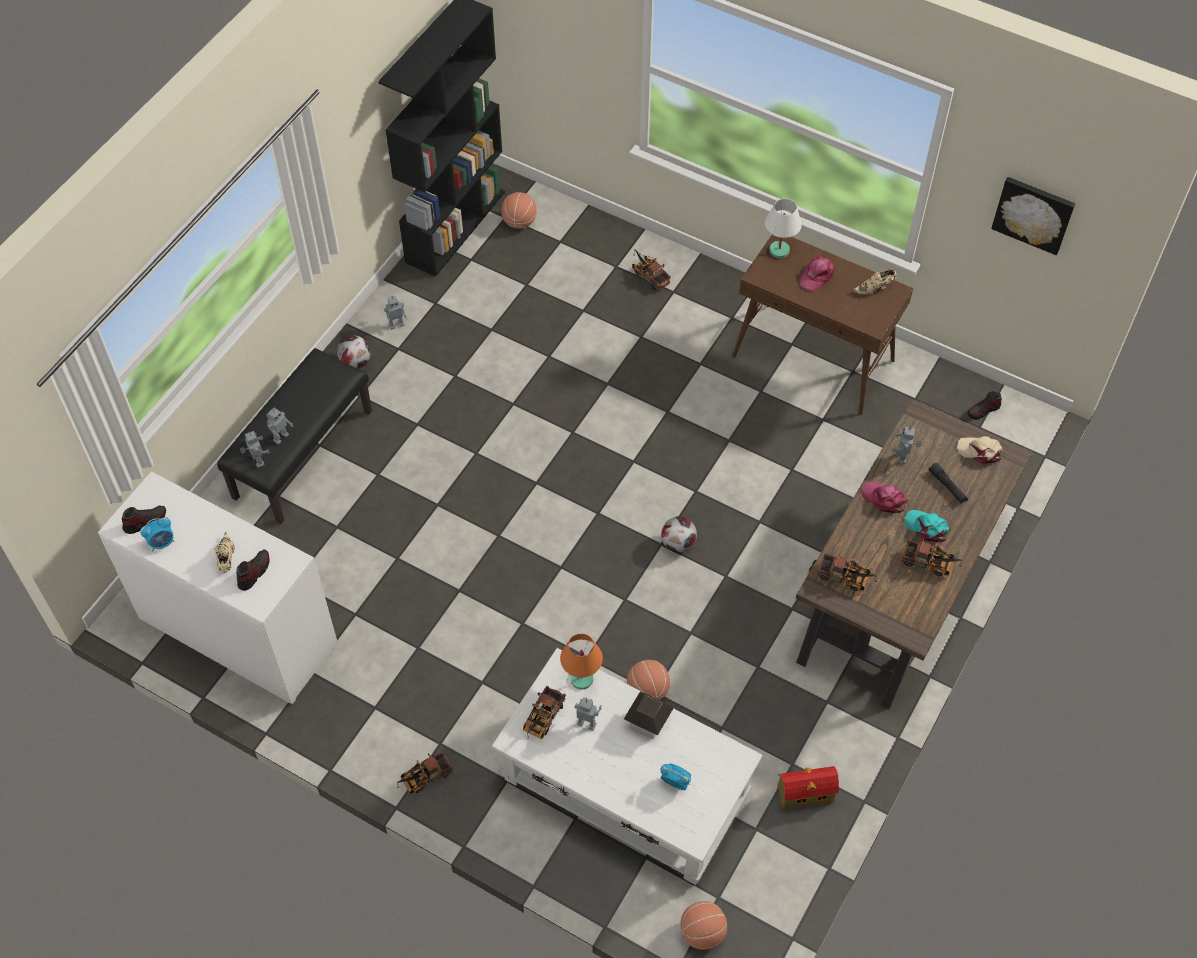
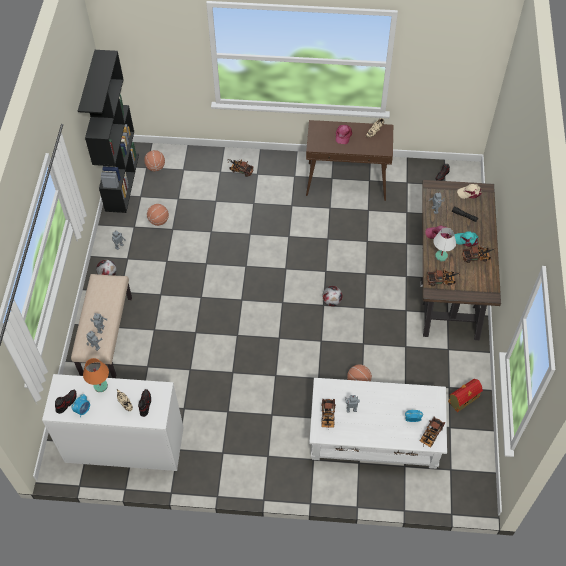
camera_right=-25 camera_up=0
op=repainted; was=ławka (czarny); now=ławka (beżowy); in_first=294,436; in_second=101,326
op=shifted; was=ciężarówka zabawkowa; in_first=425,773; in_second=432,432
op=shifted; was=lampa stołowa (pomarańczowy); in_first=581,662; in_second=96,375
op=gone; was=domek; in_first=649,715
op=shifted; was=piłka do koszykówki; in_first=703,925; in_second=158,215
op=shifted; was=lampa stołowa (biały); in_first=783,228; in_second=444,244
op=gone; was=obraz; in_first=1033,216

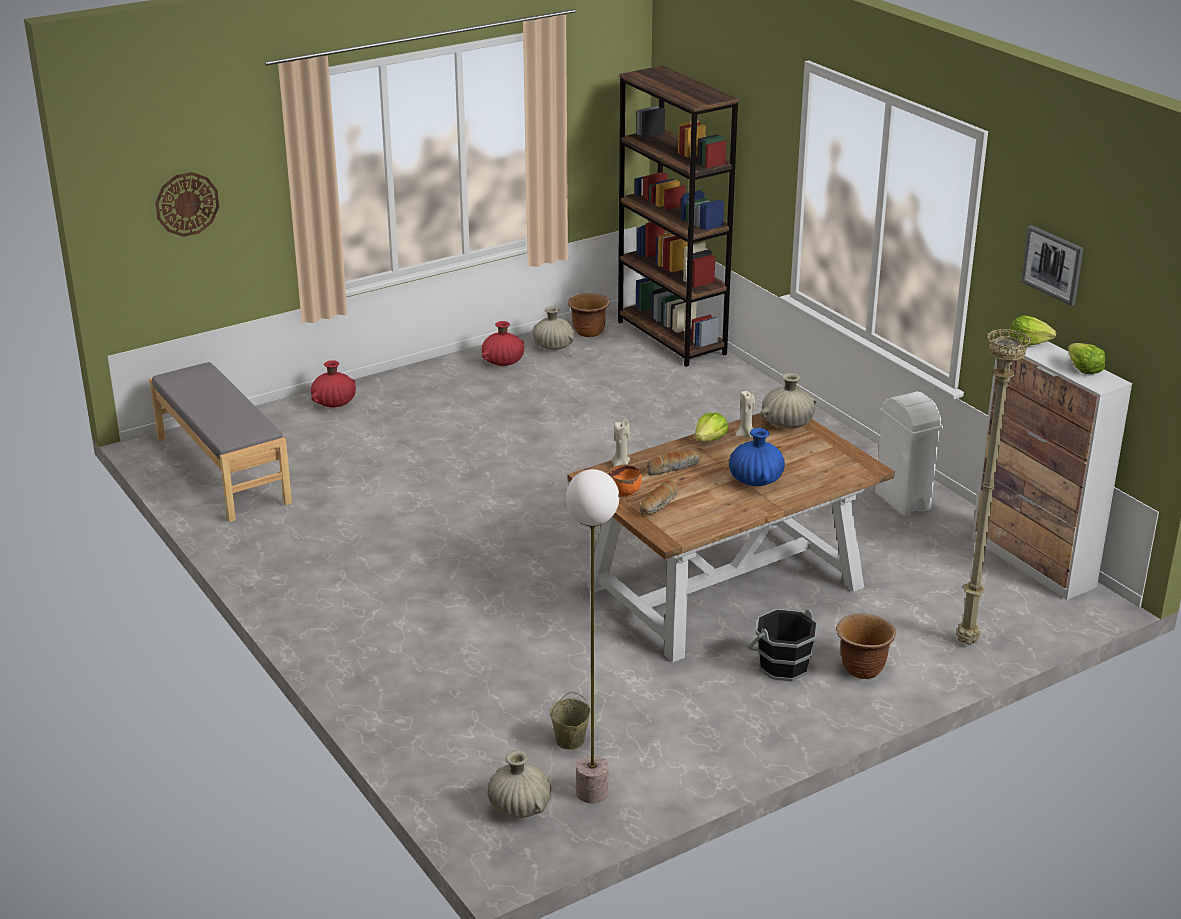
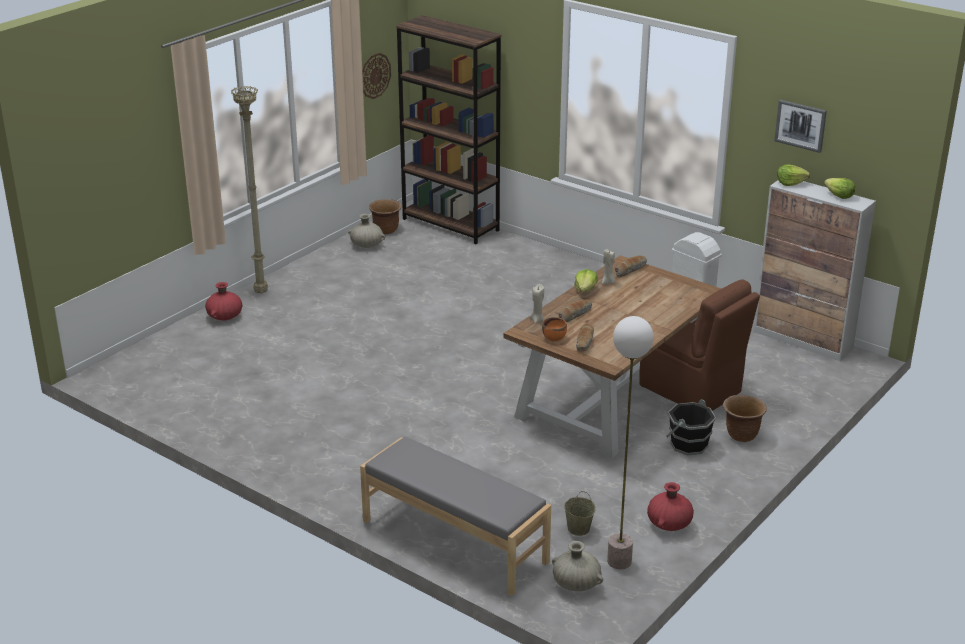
camera_right=-20 camera_up=0
op=shifted; was=ławka (szary); in_first=220,442; in_second=455,516
op=shifted; was=zegar ścienny; in_first=187,204; in_second=376,76
op=shifted; was=wazon (czerwony); in_first=503,343; in_second=670,506
op=gone; was=wazon (niebieski); in_first=757,457
op=swapped; was=wazon (beżowy); now=chleb; in_first=788,401; in_second=631,266
op=shifted; was=lampa stojąca (beżowy); in_first=993,486; in_second=249,190
op=new; now=krzesło (brązowy); in_second=699,345

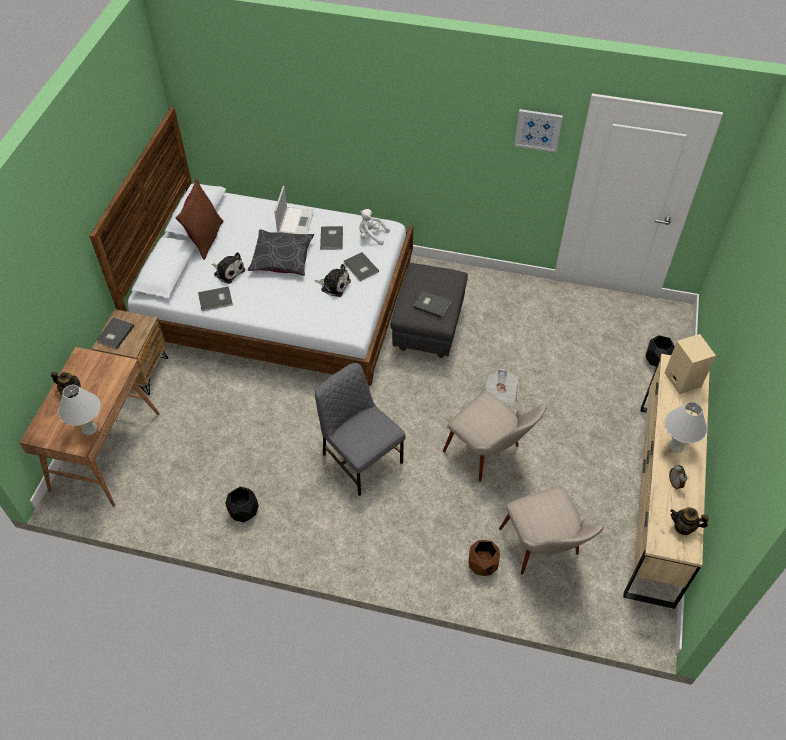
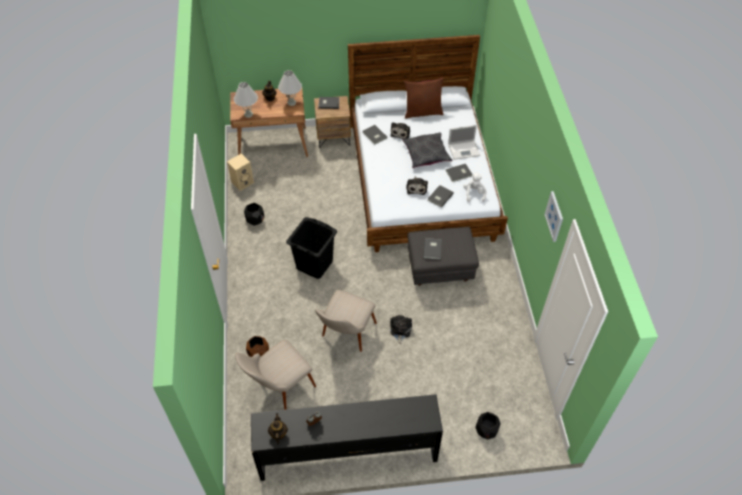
camera_right=70 camera_up=0
op=swapped; was=krzesło (szary); now=kosz na pranie (czarny); in_first=360,429; in_second=311,248
op=swapped; was=gazeta; now=pluszak; in_first=502,388; in_second=401,329
op=repainted; was=komoda (beżowy); now=komoda (czarny); in_first=666,481; in_second=347,437
op=shifted; was=głośnik (beżowy); in_first=690,364; in_second=240,172
op=shifted; was=lampa stołowa (biały); in_first=686,427; in_second=290,88

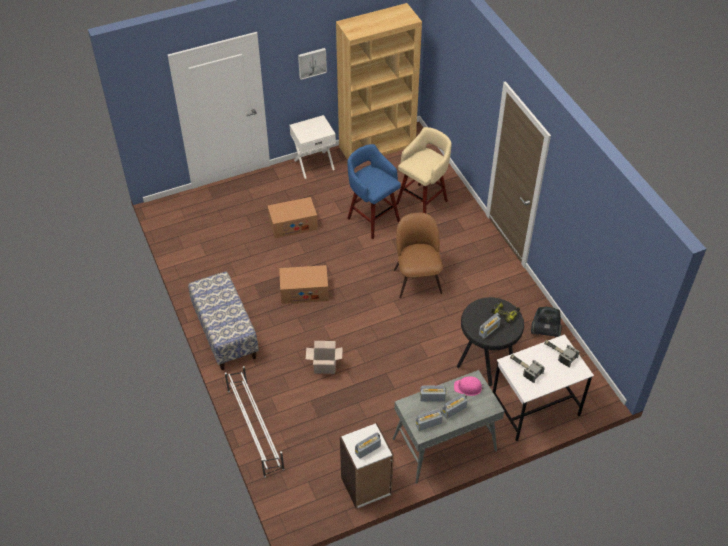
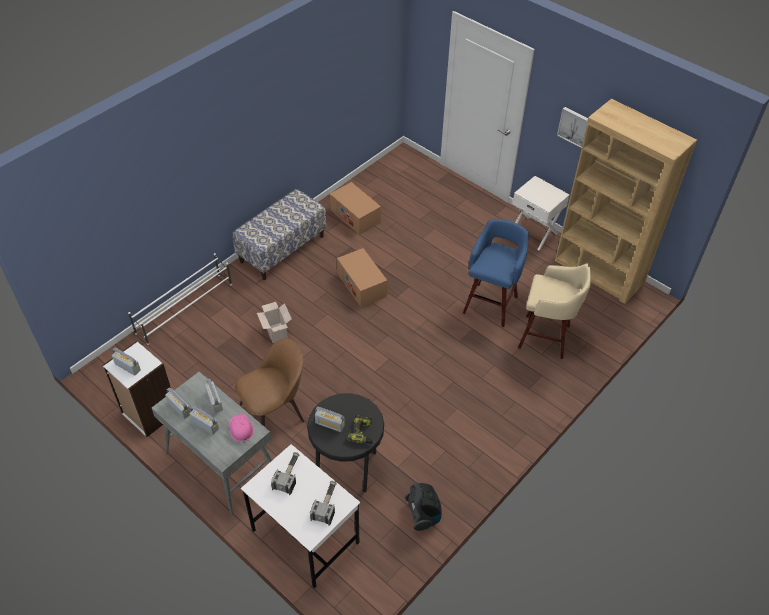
camera_right=65 camera_up=0
op=shifted; was=karton; in_first=293,217; in_second=355,208
op=shifted; was=krzesło (brązowy); in_first=418,255; in_second=269,382

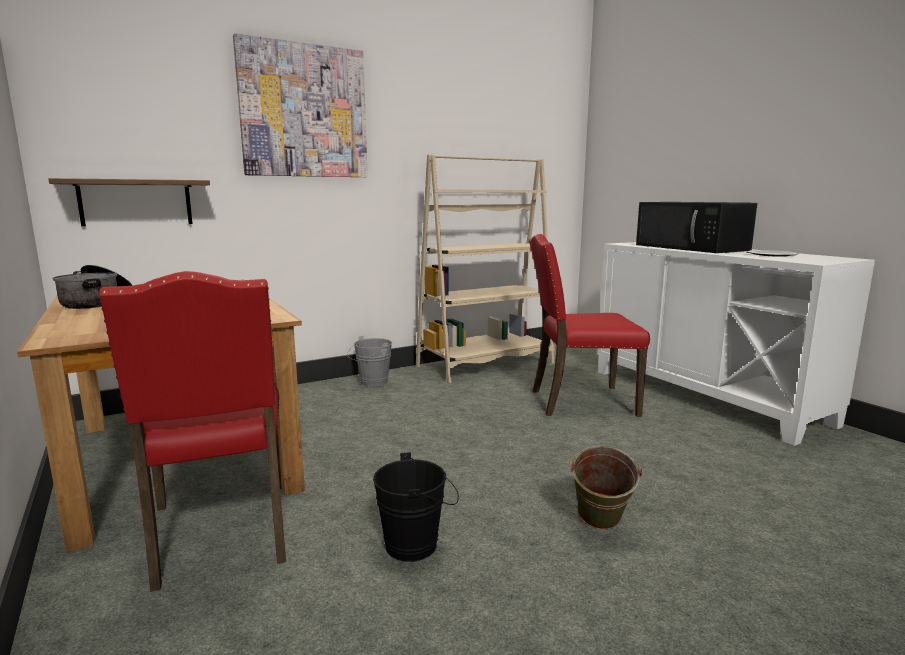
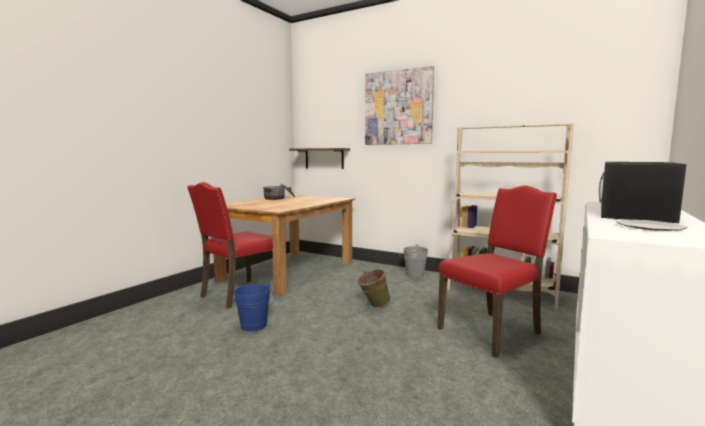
camera_right=60 camera_up=-5
op=repainted; was=wiadro (czarny); now=wiadro (niebieski); in_first=416,507; in_second=254,307
op=rotated; was=krzesło (czerwony); in_first=589,325; in_second=497,271; clockwise=90
op=shifted; was=wiadro (zielony); in_first=606,487; in_second=374,288

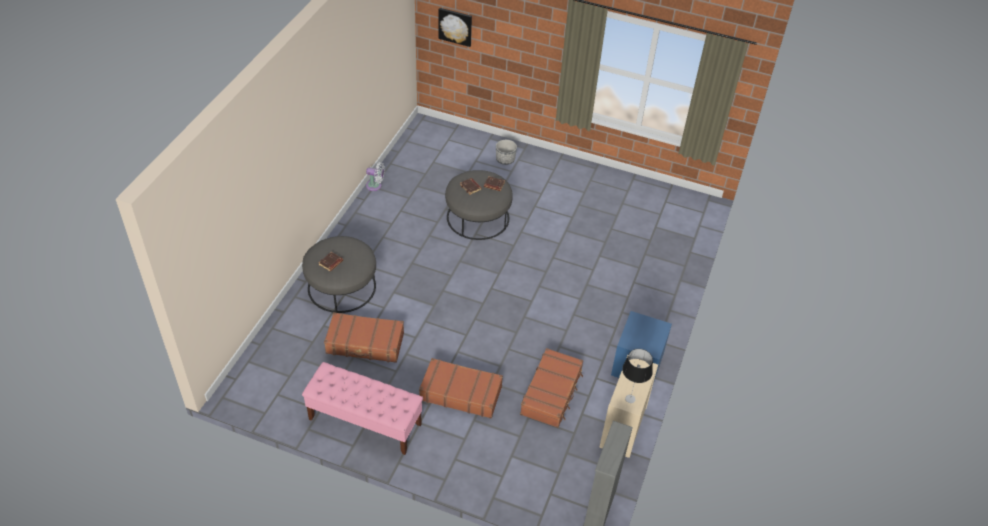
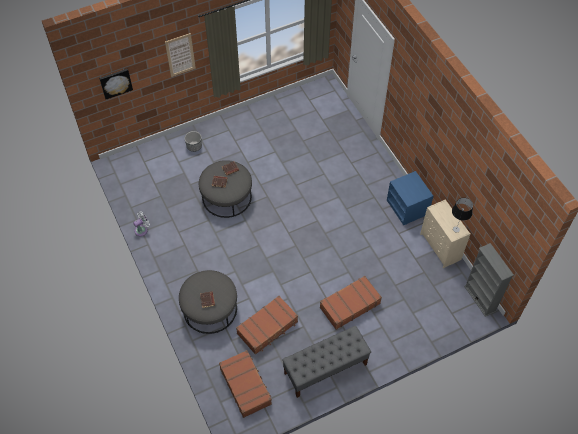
camera_right=-45 camera_up=10
op=repainted; was=ławka (różowy); now=ławka (szary); in_first=362,408; in_second=326,362
op=shifted; was=walizka (brązowy); in_first=551,388; in_second=245,384
op=new; now=obraz; in_second=180,55

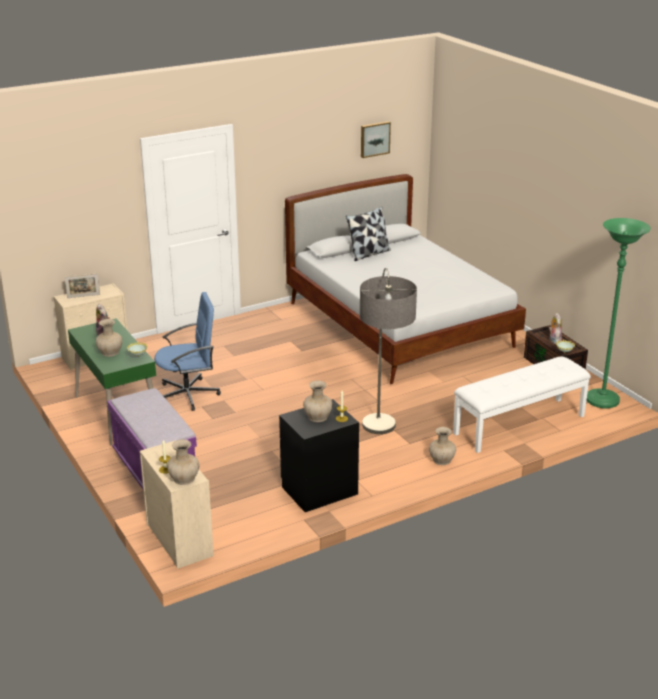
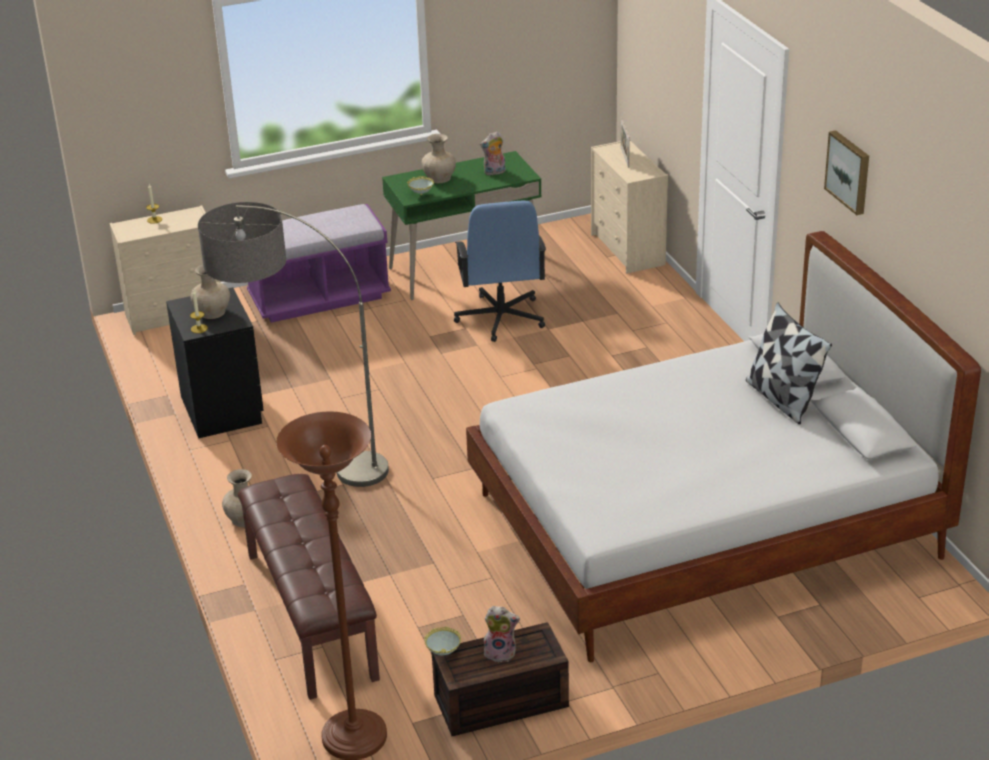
camera_right=100 camera_up=5
op=gone; was=wazon (beżowy); in_first=183,462
op=shifted; was=obraz; in_first=376,139; in_second=846,172
op=repainted; was=ławka (biały); now=ławka (brązowy); in_first=522,404; in_second=309,587
op=repainted; was=lampa stojąca (zielony); now=lampa stojąca (brązowy); in_first=618,313; in_second=331,585

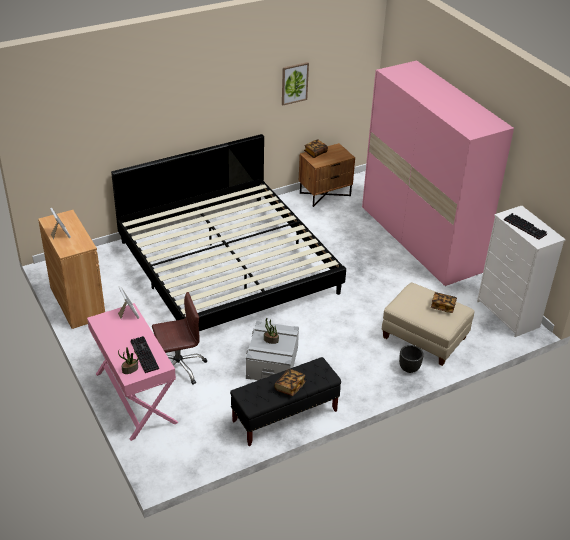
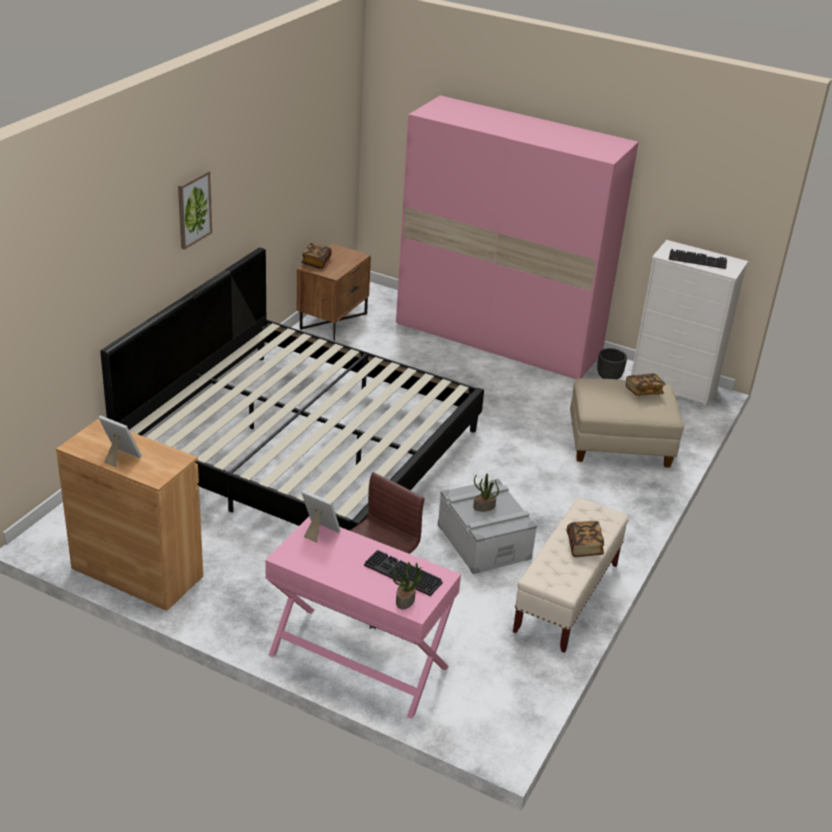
camera_right=-35 camera_up=-5
op=repainted; was=ławka (czarny); now=ławka (beżowy); in_first=285,401; in_second=571,575
op=shifted; was=obraz; in_first=295,83; in_second=195,210
op=shifted; was=donica (czarny); in_first=411,359; in_second=612,363

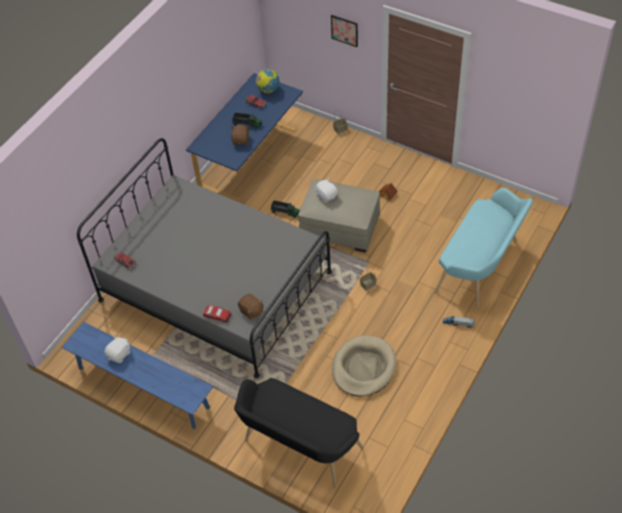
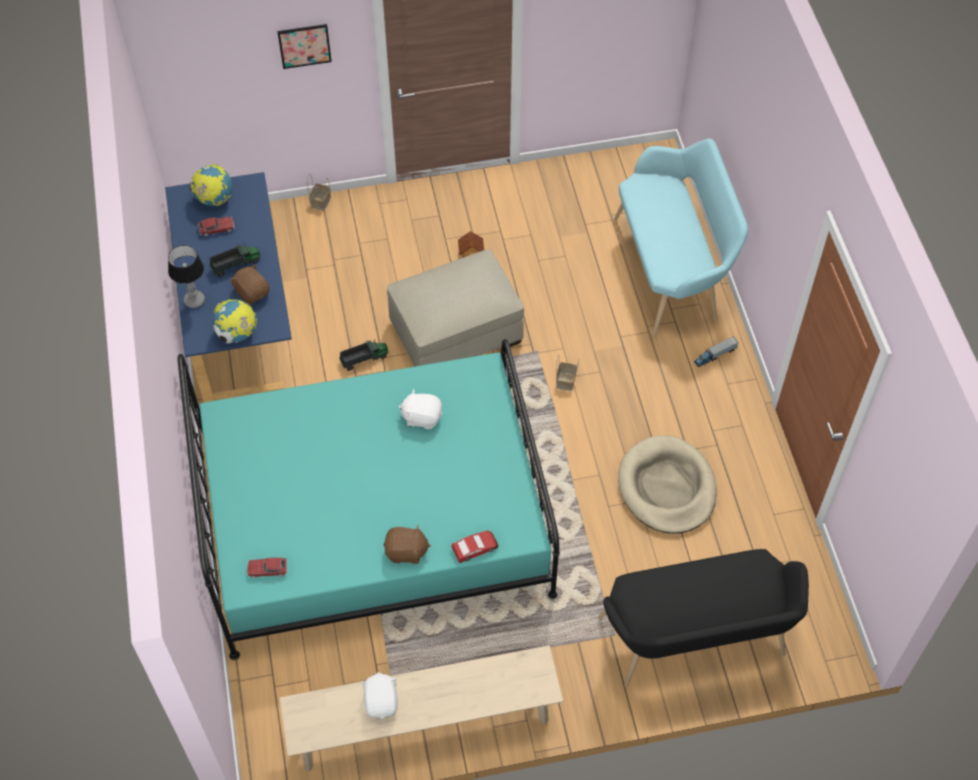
camera_right=-45 camera_up=5
op=repainted; was=ławka (niebieski); now=ławka (beżowy); in_first=137,375; in_second=421,708
op=repainted; was=łóżko (szary); now=łóżko (turkusowy); in_first=204,258; in_second=369,499
op=shifted; was=pluszak (brązowy); in_first=250,307; in_second=407,544
op=shifted; was=pluszak (biały); in_first=326,190; in_second=420,409
op=new; now=lampa stołowa; in_second=186,276
op=new; now=globus; in_second=235,321

